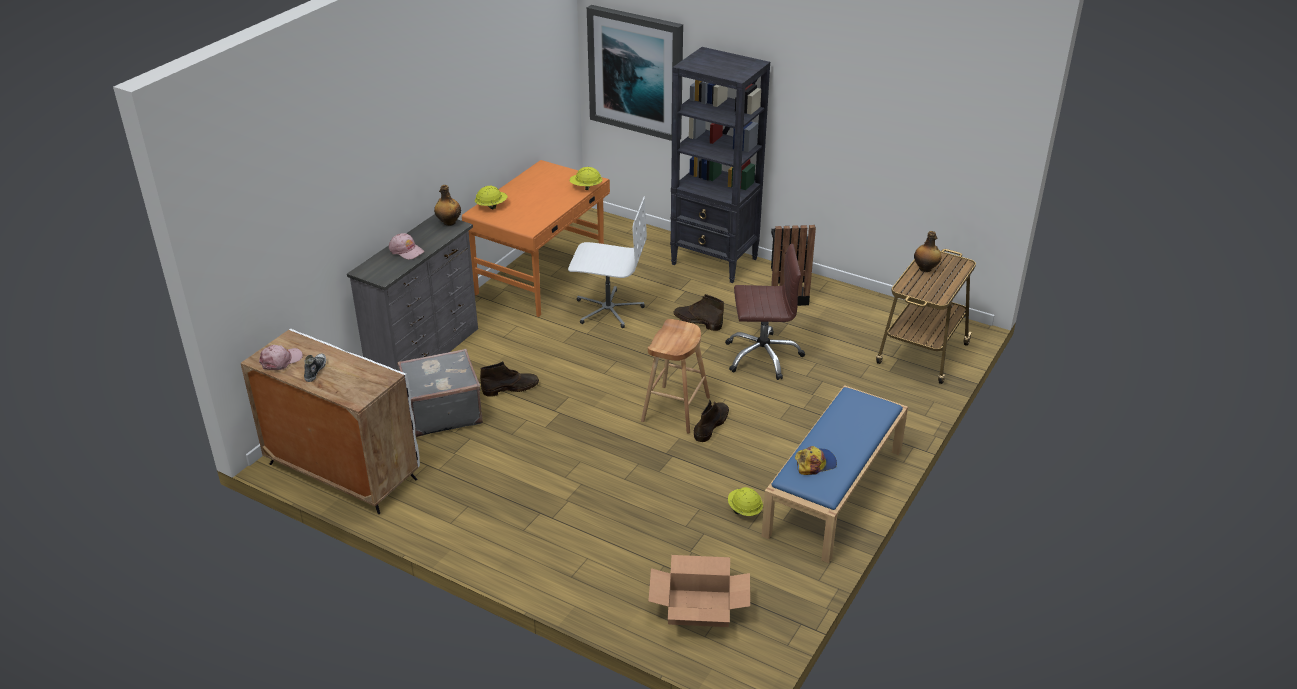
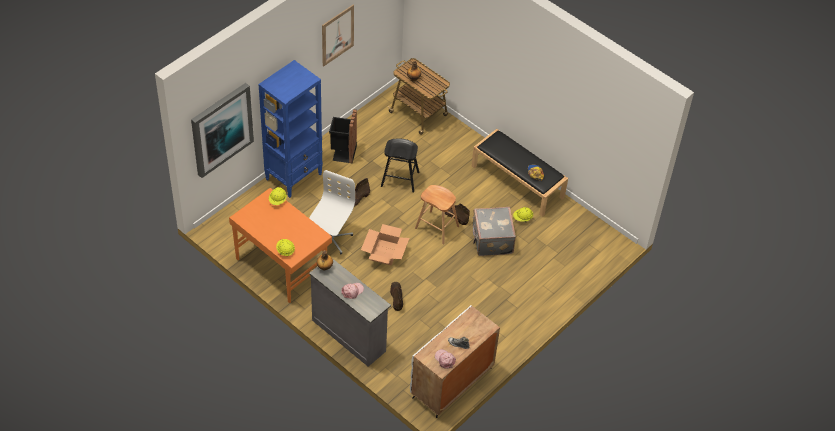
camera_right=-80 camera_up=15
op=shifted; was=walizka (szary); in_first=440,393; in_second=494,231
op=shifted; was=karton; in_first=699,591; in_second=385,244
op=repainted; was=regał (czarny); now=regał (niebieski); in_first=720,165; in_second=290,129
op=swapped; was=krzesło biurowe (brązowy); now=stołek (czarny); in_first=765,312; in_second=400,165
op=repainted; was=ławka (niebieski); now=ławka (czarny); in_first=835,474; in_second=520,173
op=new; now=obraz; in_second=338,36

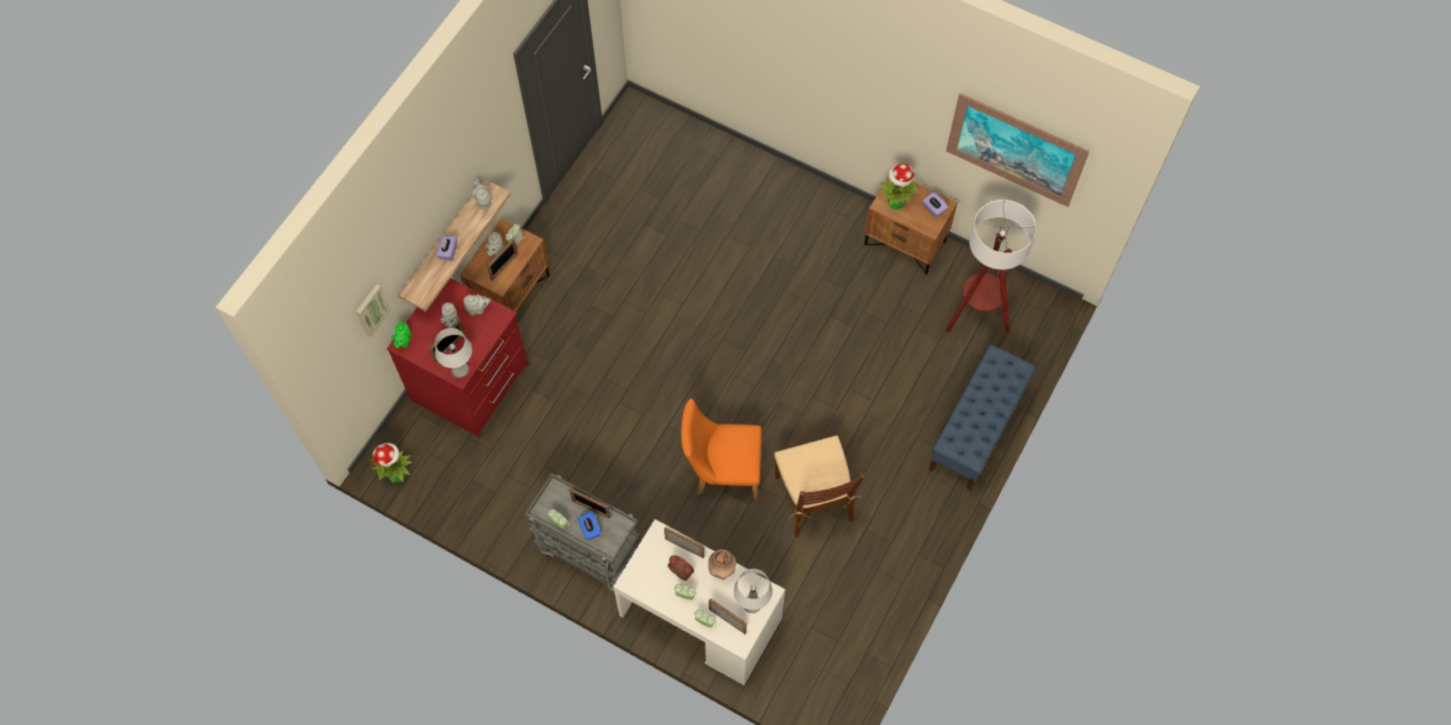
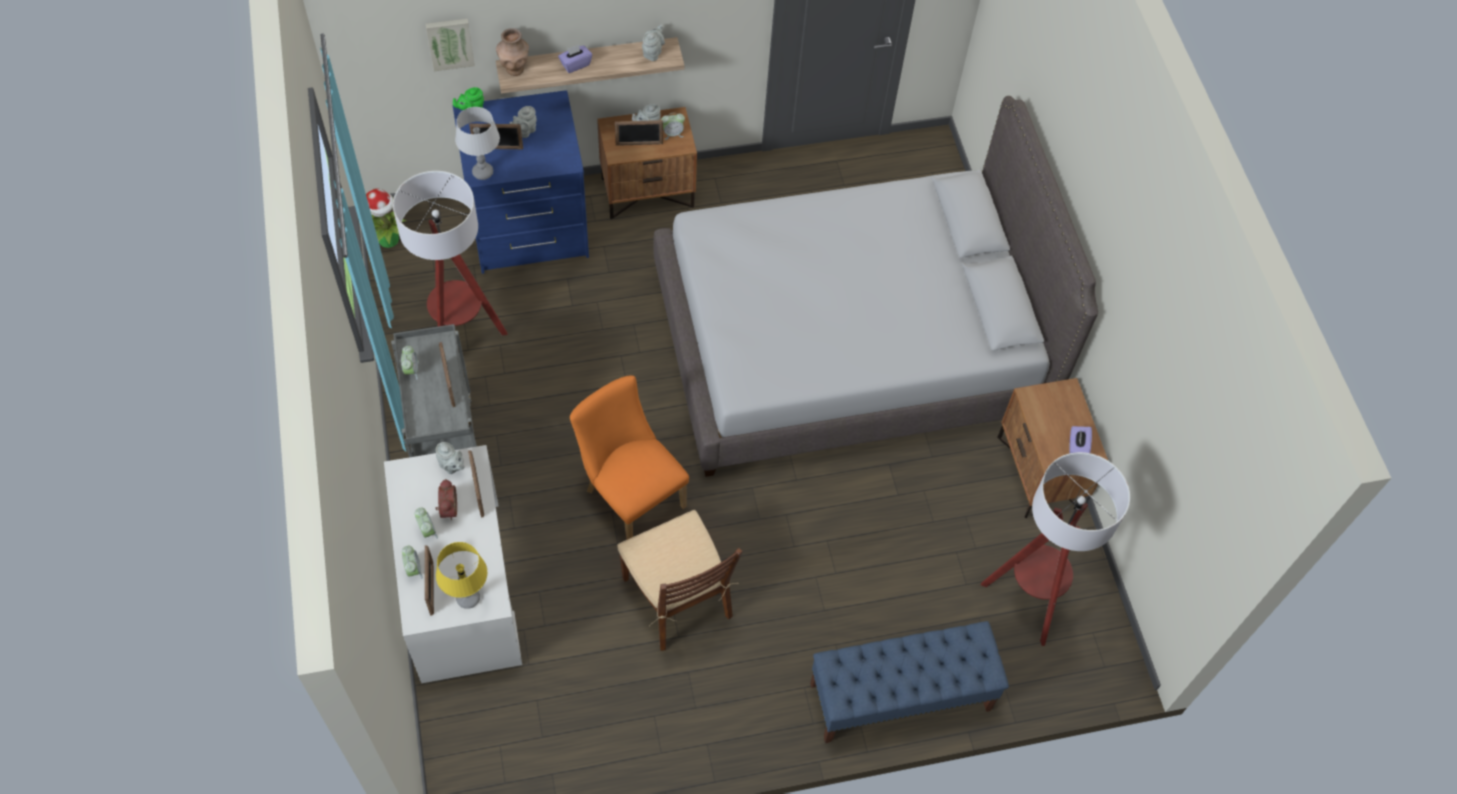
camera_right=45 camera_up=-5
op=repainted; was=komoda (czerwony); now=komoda (niebieski); in_first=458,357; in_second=521,182
op=shifted; was=imbryk (szary); in_first=477,304; in_second=450,458
op=gone; was=pudełko chusteczek (niebieski); in_first=589,525
op=shifted; was=wazon (brązowy); in_first=722,564; in_second=512,52
op=repainted; was=lampa stołowa (szary); now=lampa stołowa (żółty); in_first=753,591; in_second=461,575
op=rotated; was=krzesło (brązowy); in_first=819,485; in_second=680,580; clockwise=-60
op=gone; was=roślina doniczkowa; in_first=898,187
op=gone; was=obraz; in_first=1018,150
op=new; now=lampa stojąca; in_second=450,253
op=new; now=łóżko (szary); in_second=875,286

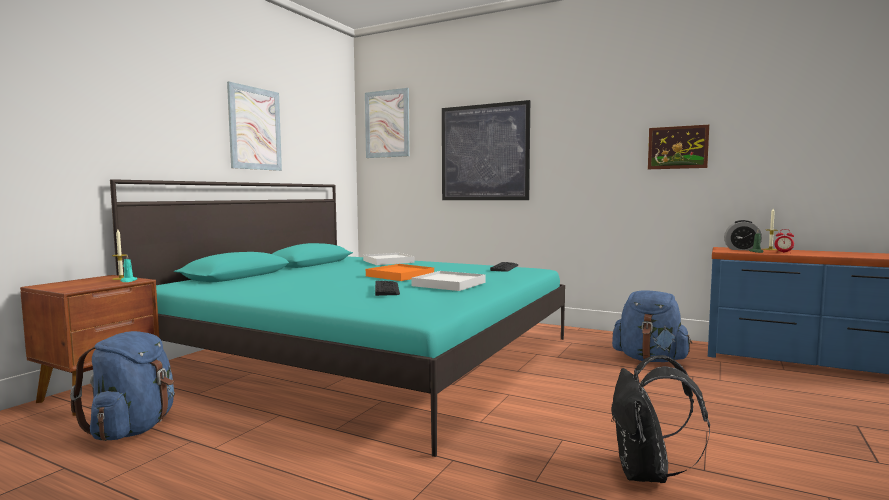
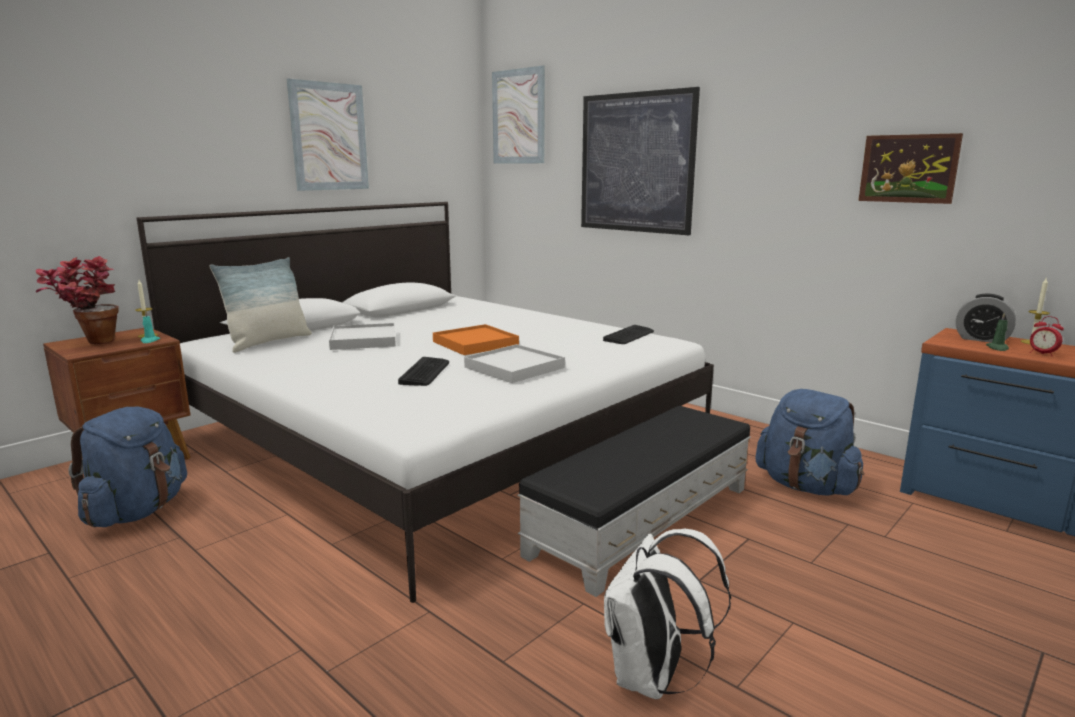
camera_right=15 camera_up=10
op=repainted; was=łóżko (turkusowy); now=łóżko (biały); in_first=337,318; in_second=425,402
op=shifted; was=taca (biały); in_first=389,259; in_second=362,336
op=repainted; was=plecak (czarny); now=plecak (biały); in_first=660,419; in_second=667,614
op=new; now=roślina doniczkowa; in_second=76,300
op=new; now=poduszka; in_second=261,305
op=new; now=pufa (czarny); in_second=634,501

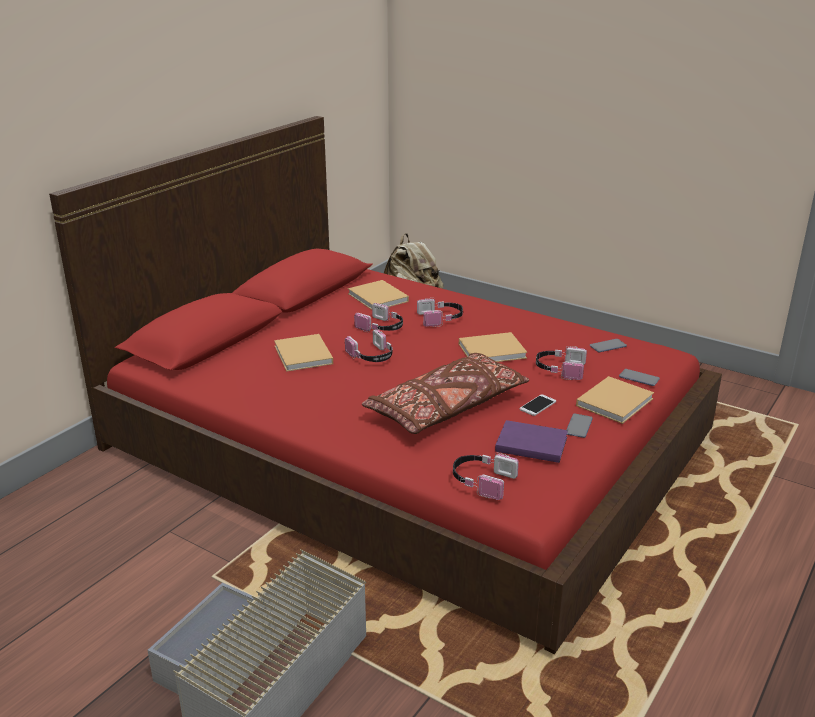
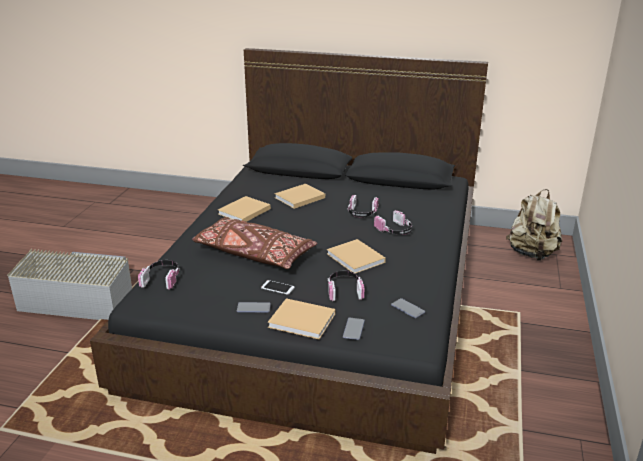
camera_right=70 camera_up=0
op=repainted; was=łóżko (czerwony); now=łóżko (czarny); in_first=385,385; in_second=289,251
op=gone; was=słuchawki; in_first=369,345
op=shifted; was=książka (beżowy); in_first=378,295; in_second=244,209
op=gone; was=książka (fioletowy); in_first=531,441

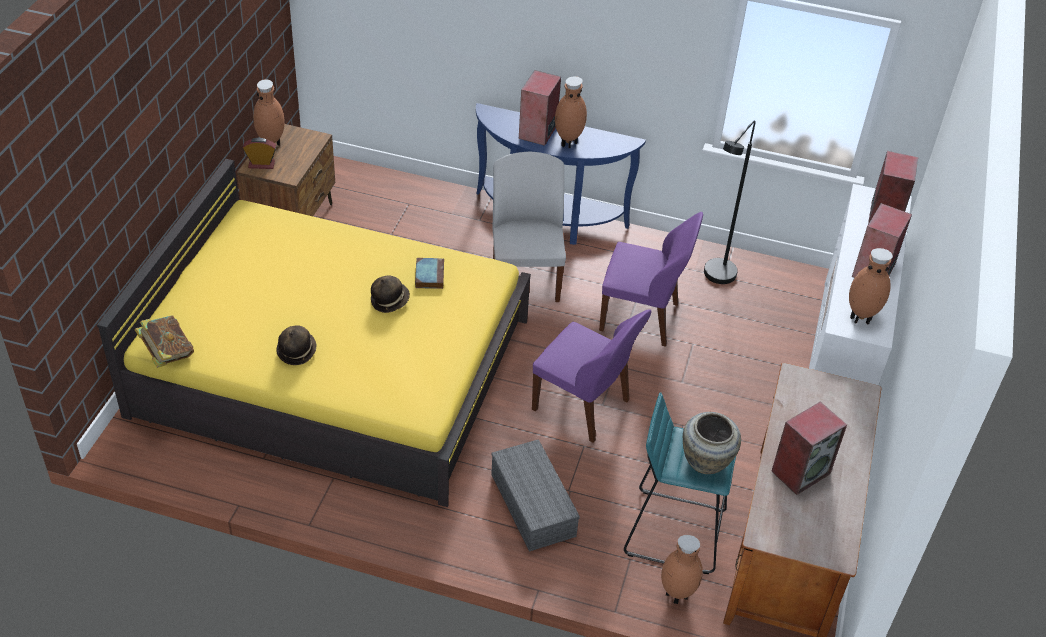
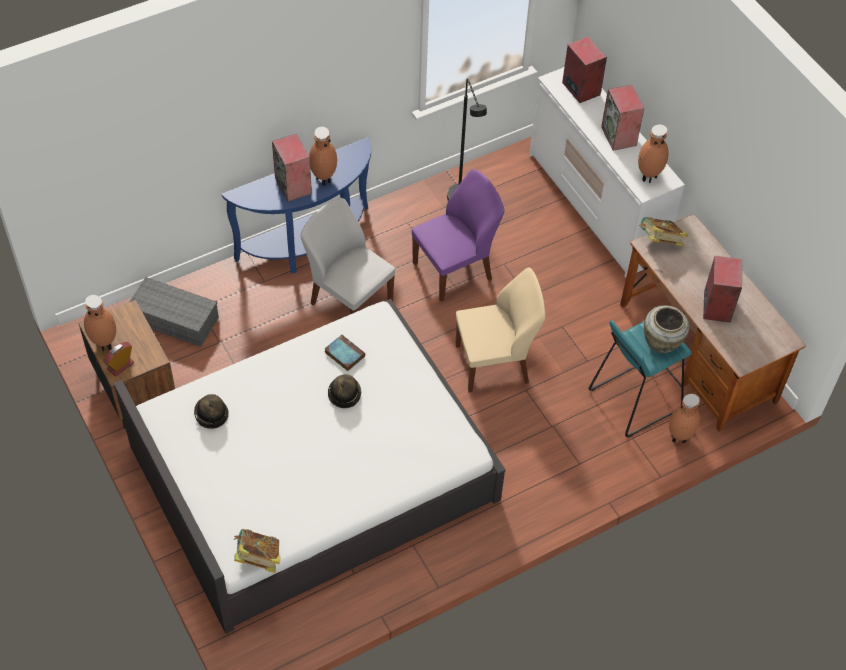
camera_right=-45 camera_up=10
op=repainted; was=łóżko (żółty); now=łóżko (biały); in_first=314,333; in_second=309,466
op=shifted; was=kapelusz; in_first=296,345; in_second=211,411
op=shifted; was=pojemnik do przechowywania (szary); in_first=535,495; in_second=174,312
op=repainted; was=krzesło (fioletowy); now=krzesło (beżowy); in_first=592,376; in_second=501,330
op=new; now=książka; in_second=663,231

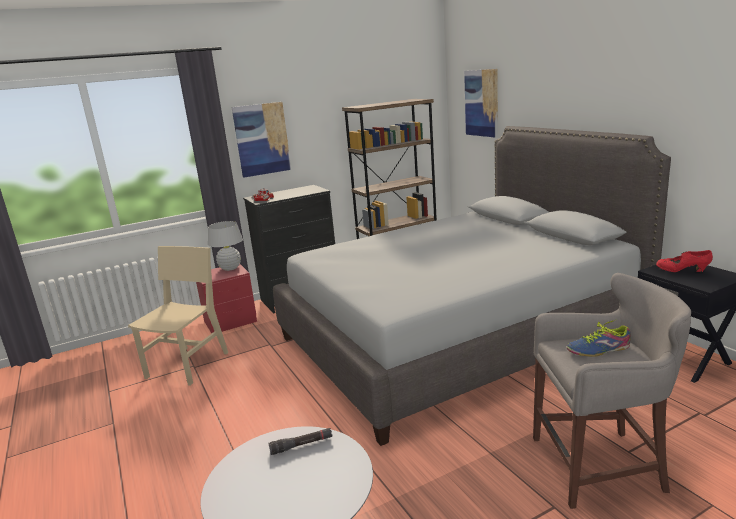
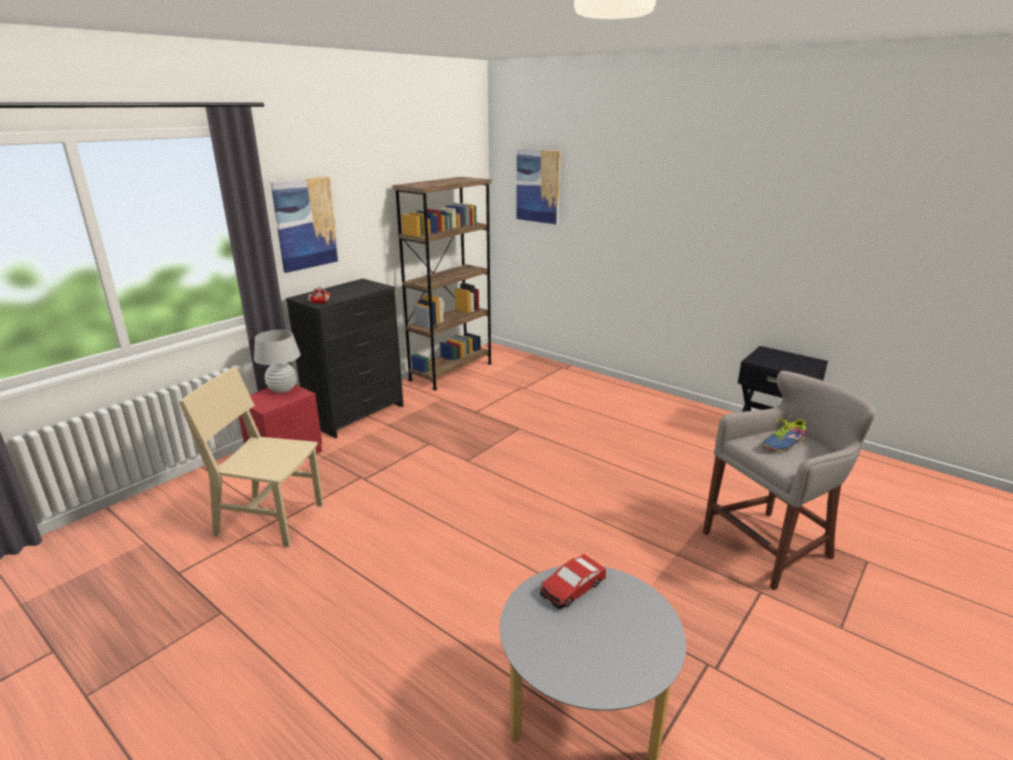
camera_right=-25 camera_up=5
op=rotated; was=krzesło (beżowy); in_first=178,316; in_second=251,457; clockwise=-75
op=swapped; was=latarka (czarny); now=samochodzik; in_first=300,441; in_second=573,581
op=gone; was=łóżko (szary); in_first=472,286
op=gone; was=but (czerwony); in_first=684,261

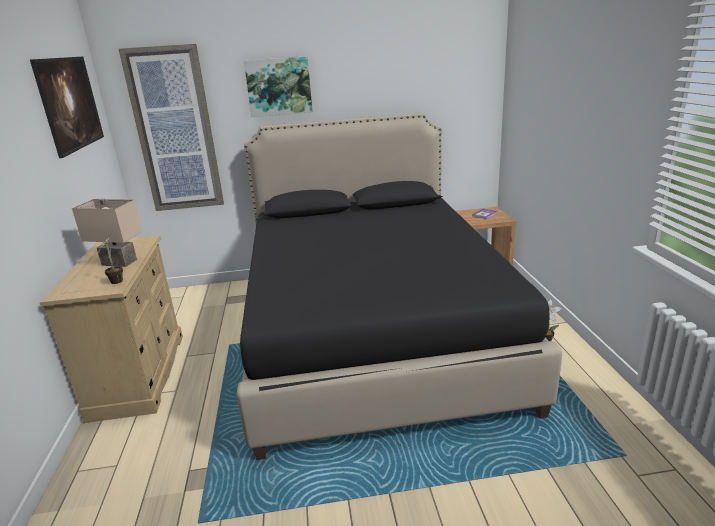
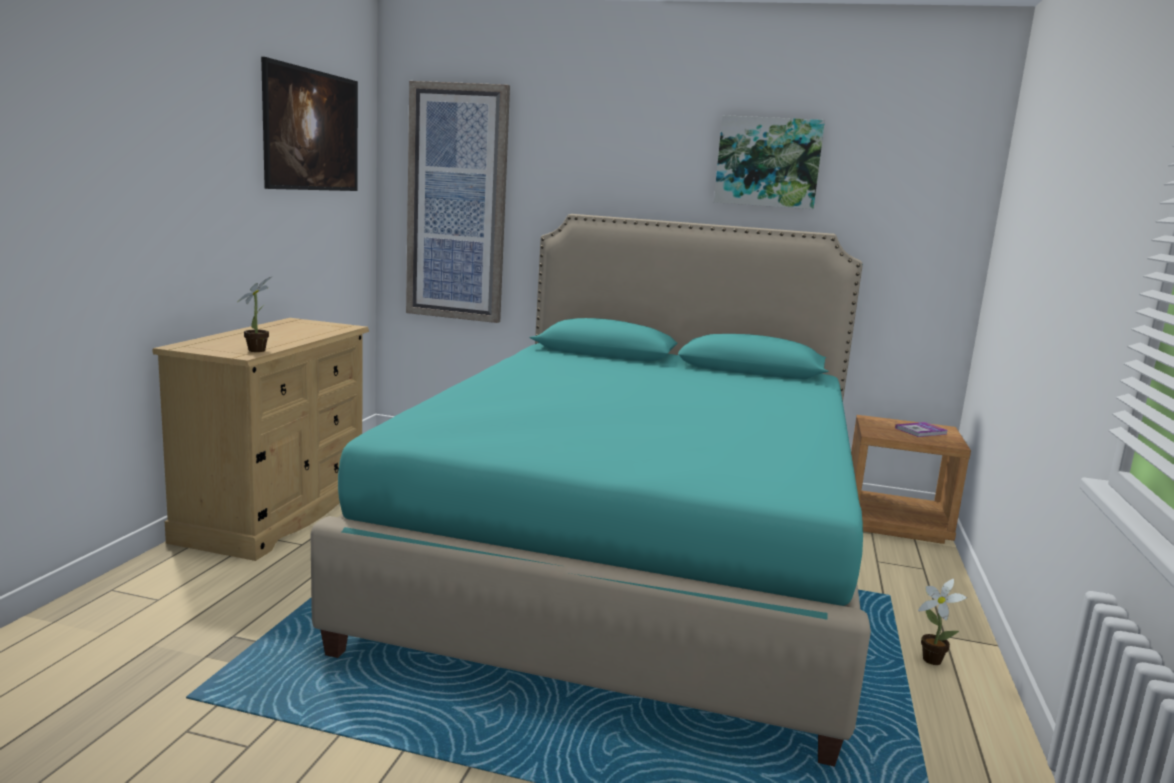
camera_right=20 camera_up=-10
op=gone; was=lampa stołowa (beżowy); in_first=107,233
op=repainted; was=łóżko (czarny); now=łóżko (turkusowy); in_first=399,286; in_second=591,490
op=shifted; was=obraz; in_first=278,86; in_second=769,162

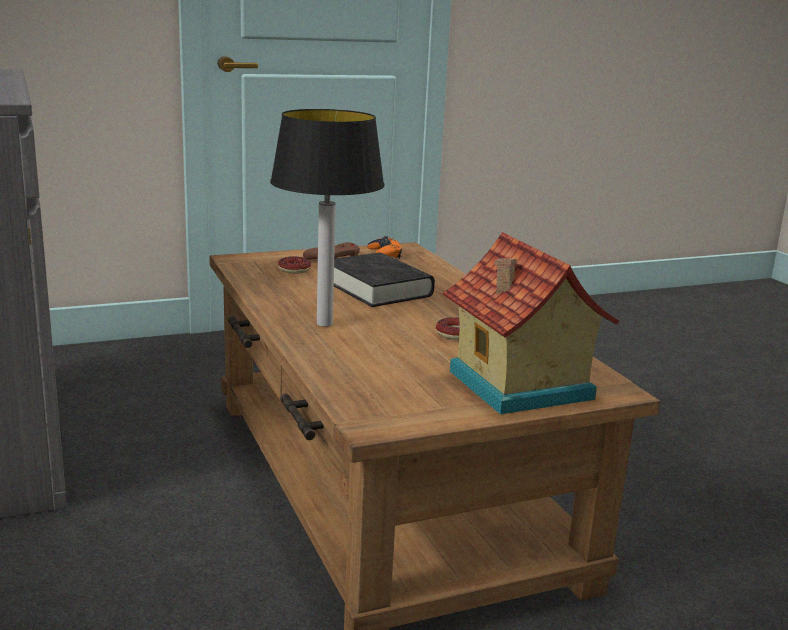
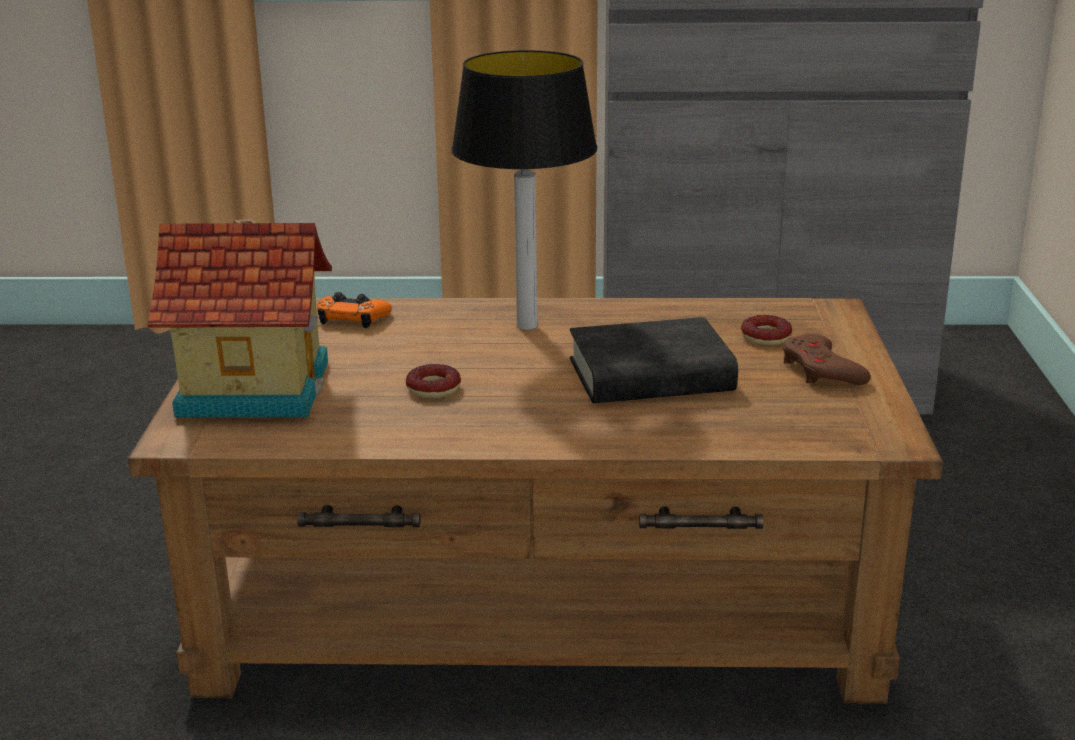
camera_right=115 camera_up=5
op=shifted; was=pad do gier (pomarańczowy); in_first=384,247; in_second=354,310

